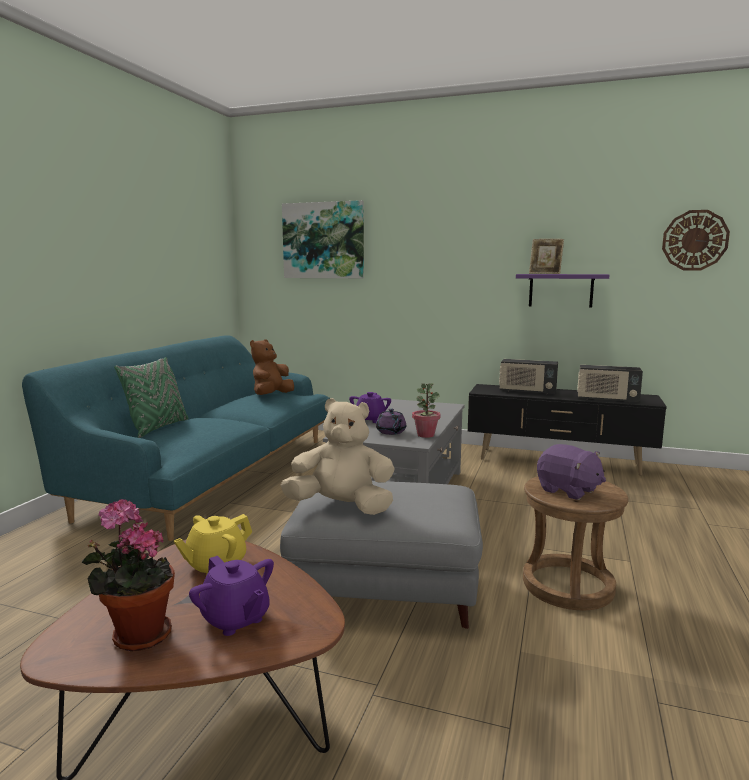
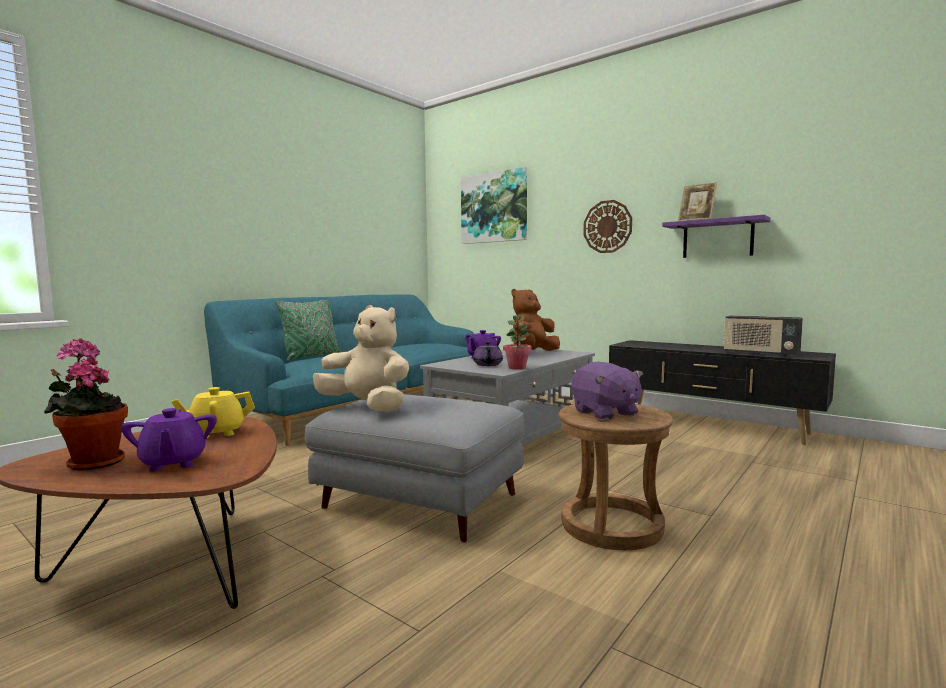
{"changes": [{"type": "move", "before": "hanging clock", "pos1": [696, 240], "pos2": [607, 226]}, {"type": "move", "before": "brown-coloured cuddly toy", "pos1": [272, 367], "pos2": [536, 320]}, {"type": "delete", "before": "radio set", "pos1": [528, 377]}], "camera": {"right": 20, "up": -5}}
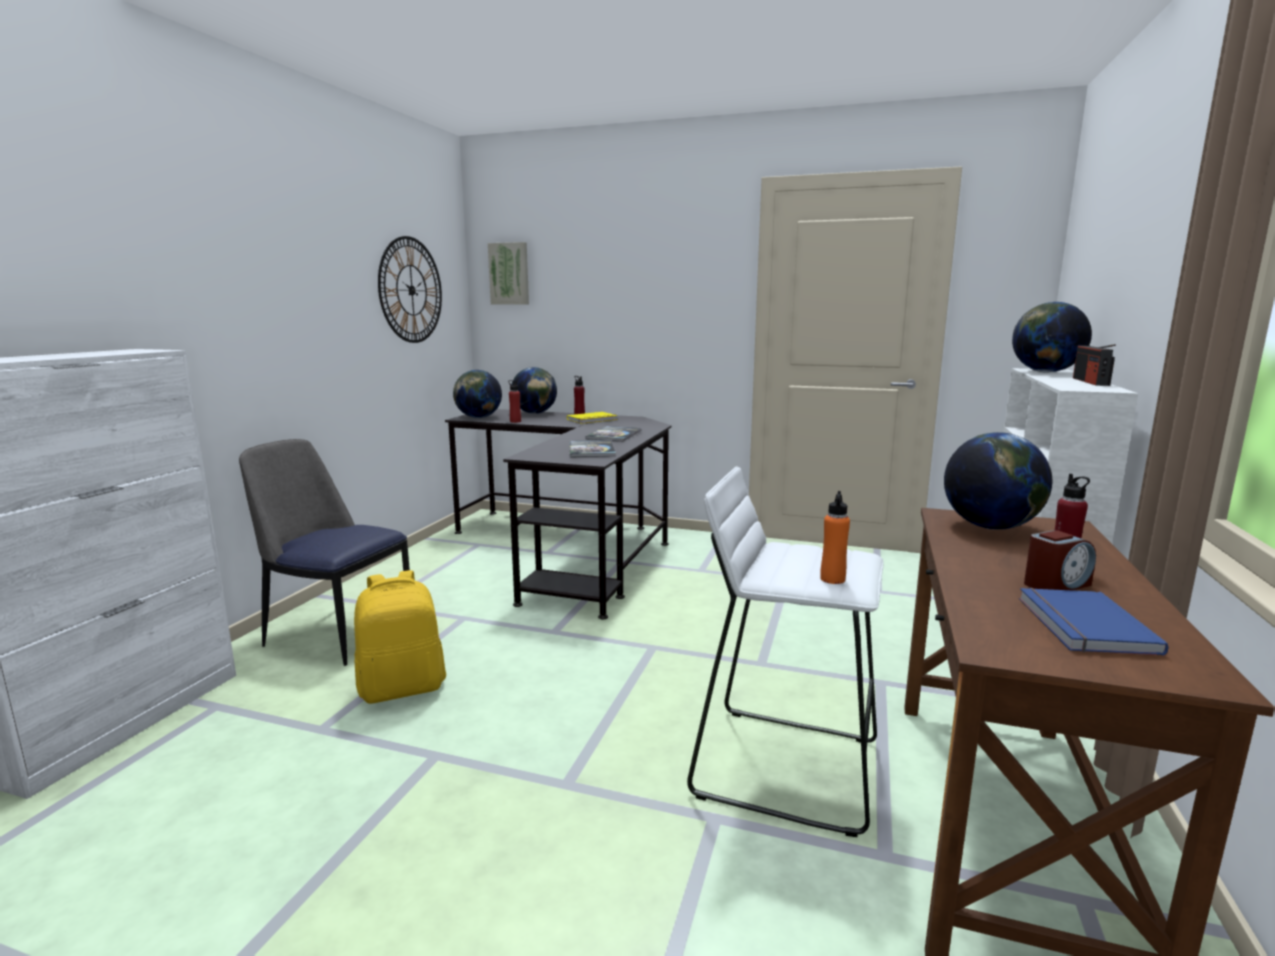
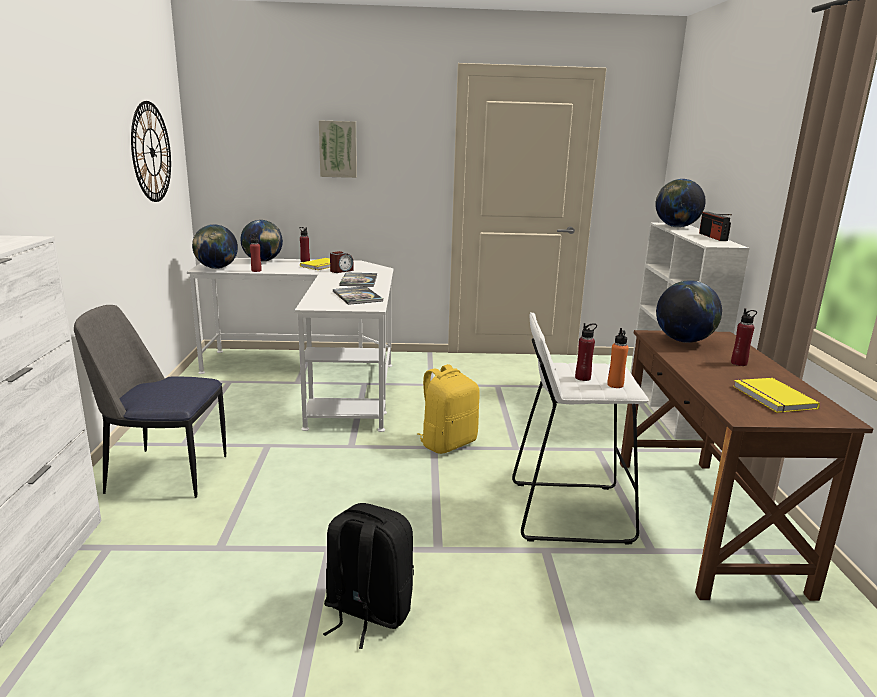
{"changes": [{"type": "move", "before": "wall art", "pos1": [508, 273], "pos2": [338, 149]}, {"type": "recolor", "before": "blackish desk unit", "after": "whitish desk unit", "pos1": [558, 514], "pos2": [290, 345]}, {"type": "move", "before": "bedside clock", "pos1": [1060, 560], "pos2": [342, 262]}, {"type": "move", "before": "yellow-coloured backpack", "pos1": [400, 637], "pos2": [448, 409]}, {"type": "recolor", "before": "blue-coloured volume", "after": "yellow-coloured volume", "pos1": [1094, 622], "pos2": [776, 395]}, {"type": "insert", "after": "red bottle", "pos2": [586, 352]}, {"type": "insert", "after": "blackish backpack", "pos2": [368, 576]}], "camera": {"right": -20, "up": 5}}
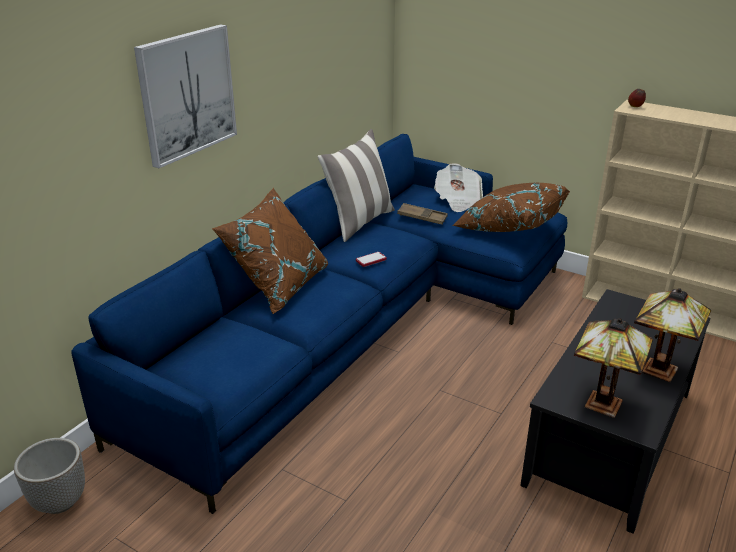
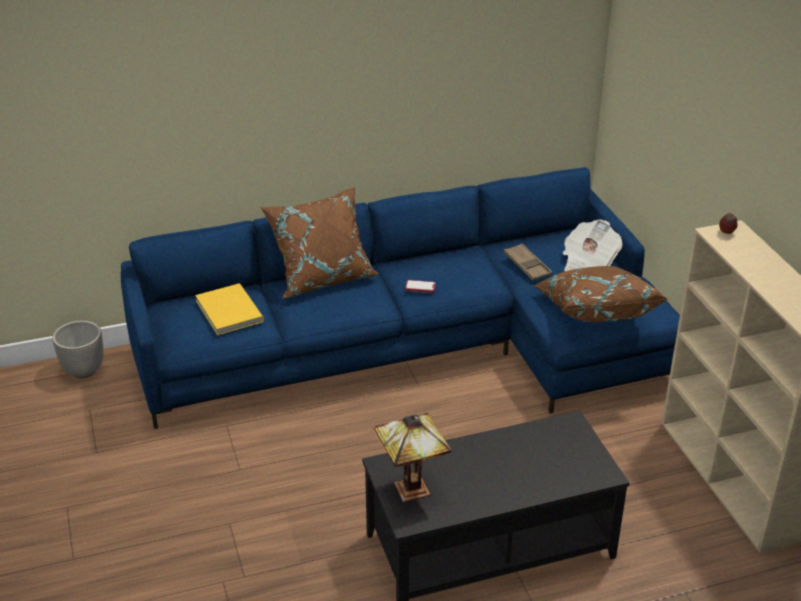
{"changes": [{"type": "delete", "before": "wall art", "pos1": [185, 96]}, {"type": "delete", "before": "pillow", "pos1": [356, 185]}, {"type": "delete", "before": "tabletop lamp", "pos1": [672, 335]}, {"type": "insert", "after": "yellow-coloured volume", "pos2": [229, 309]}], "camera": {"right": 40, "up": 5}}
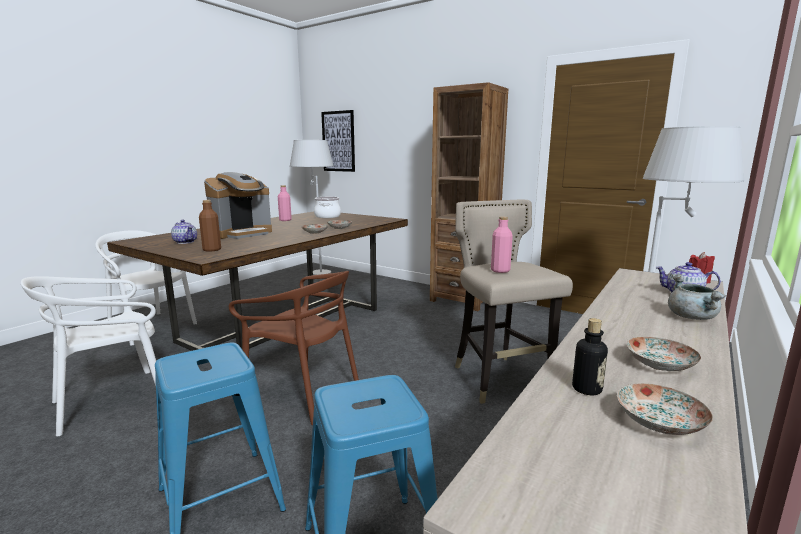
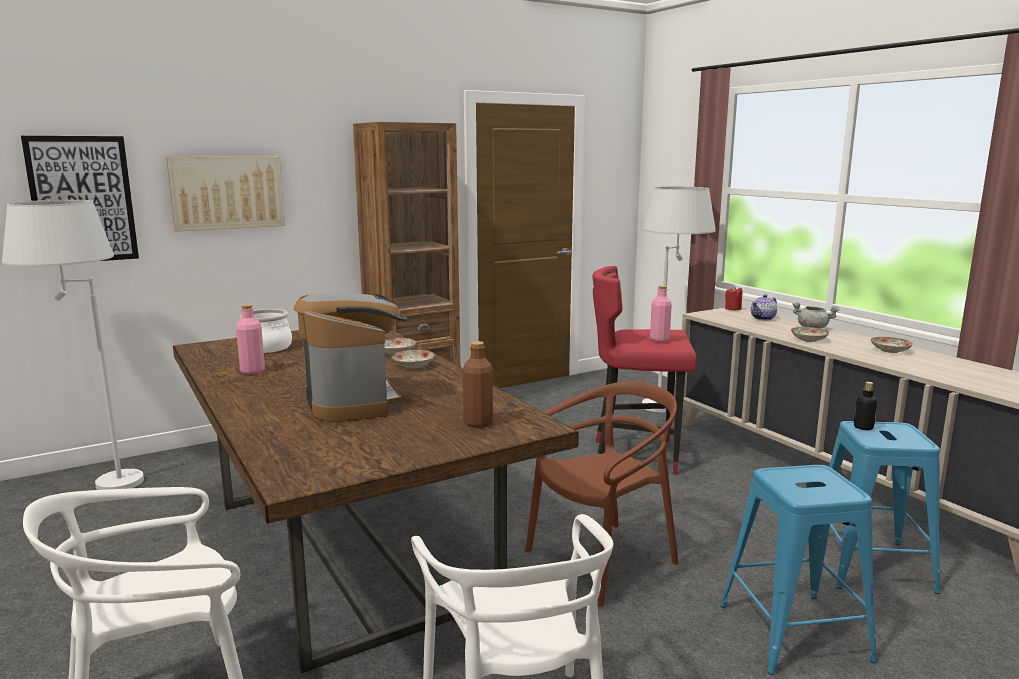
{"changes": [{"type": "recolor", "before": "beige-coloured stool seat", "after": "red stool seat", "pos1": [514, 302], "pos2": [644, 370]}, {"type": "delete", "before": "tea pot", "pos1": [184, 232]}, {"type": "move", "before": "bottle", "pos1": [590, 356], "pos2": [865, 406]}, {"type": "move", "before": "dinner plate", "pos1": [665, 409], "pos2": [810, 334]}, {"type": "insert", "after": "wall art", "pos2": [225, 194]}], "camera": {"right": -65, "up": 0}}
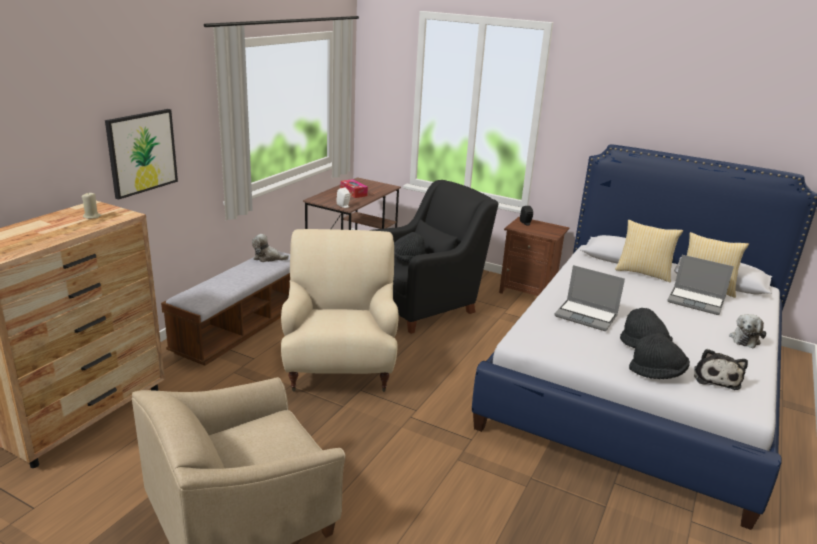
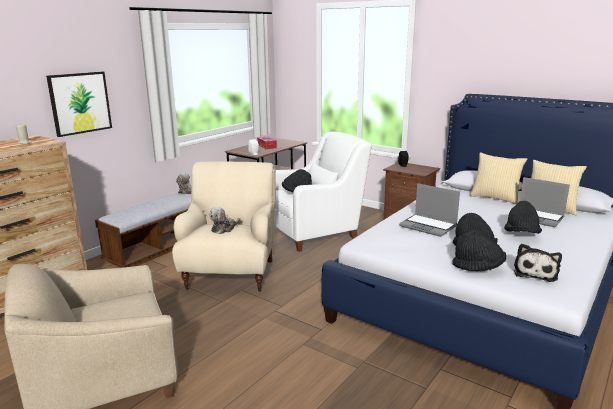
{"changes": [{"type": "recolor", "before": "blackish armchair", "after": "whitish armchair", "pos1": [434, 257], "pos2": [323, 192]}, {"type": "move", "before": "cuddly toy", "pos1": [747, 331], "pos2": [225, 220]}, {"type": "insert", "after": "blackish clothing hat", "pos2": [523, 217]}], "camera": {"right": 10, "up": -5}}
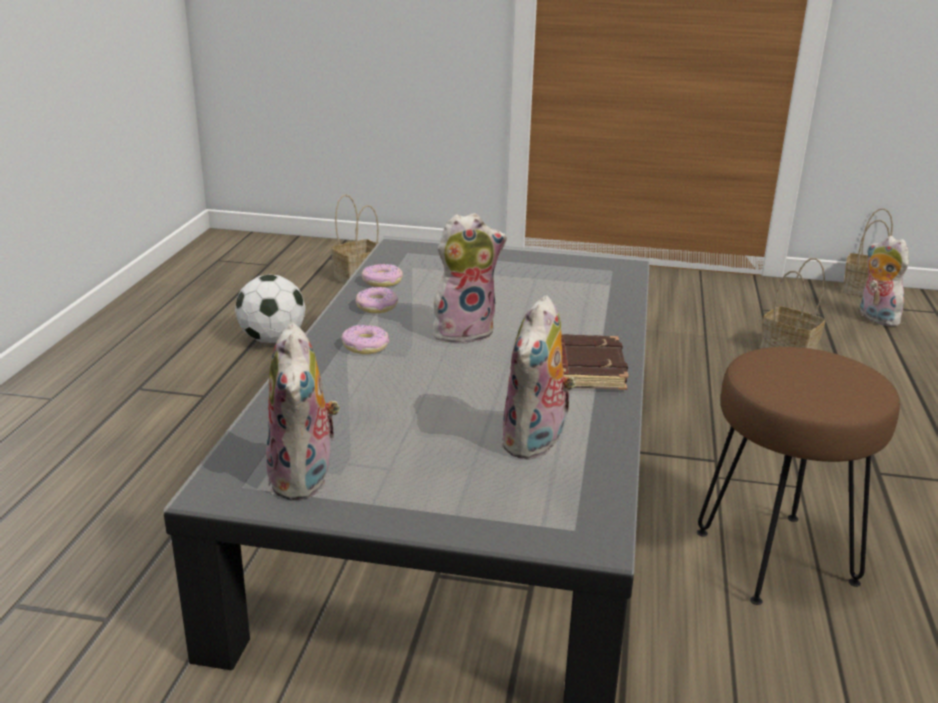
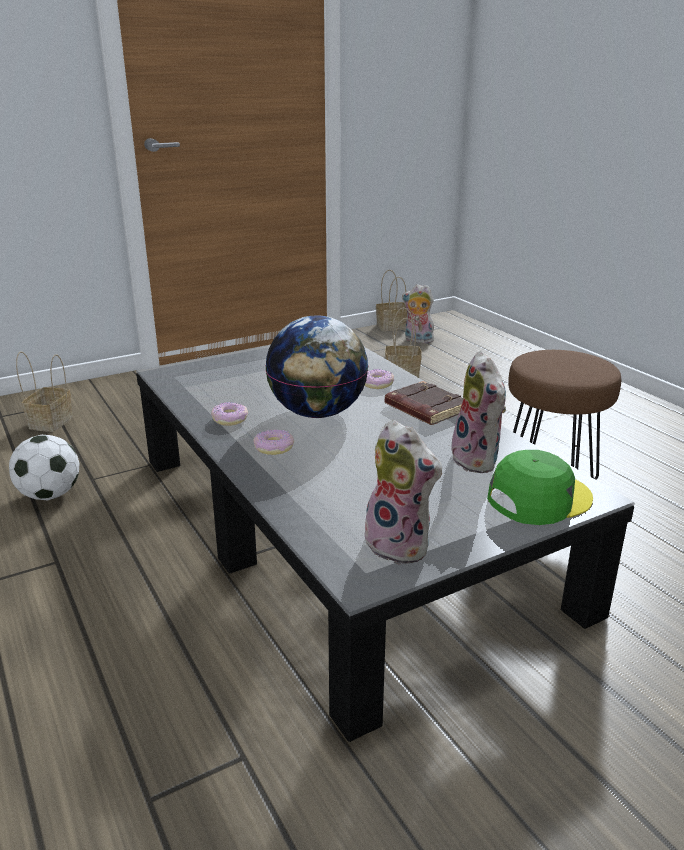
{"changes": [{"type": "replace", "before": "cuddly toy", "after": "world globe", "pos1": [470, 278], "pos2": [317, 367]}, {"type": "move", "before": "donut", "pos1": [382, 275], "pos2": [379, 379]}, {"type": "insert", "after": "green baseball cap", "pos2": [540, 487]}], "camera": {"right": -40, "up": 0}}
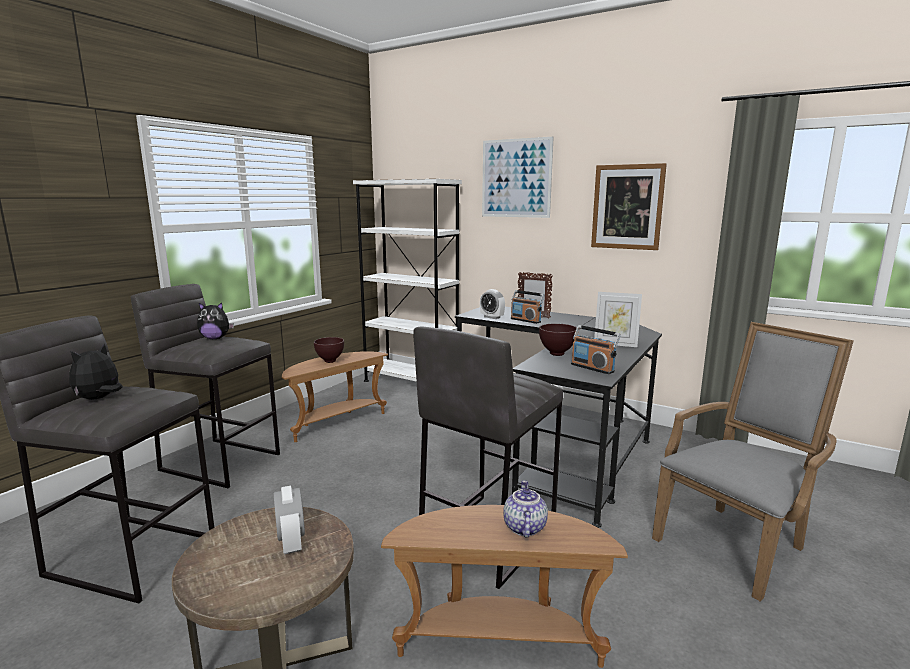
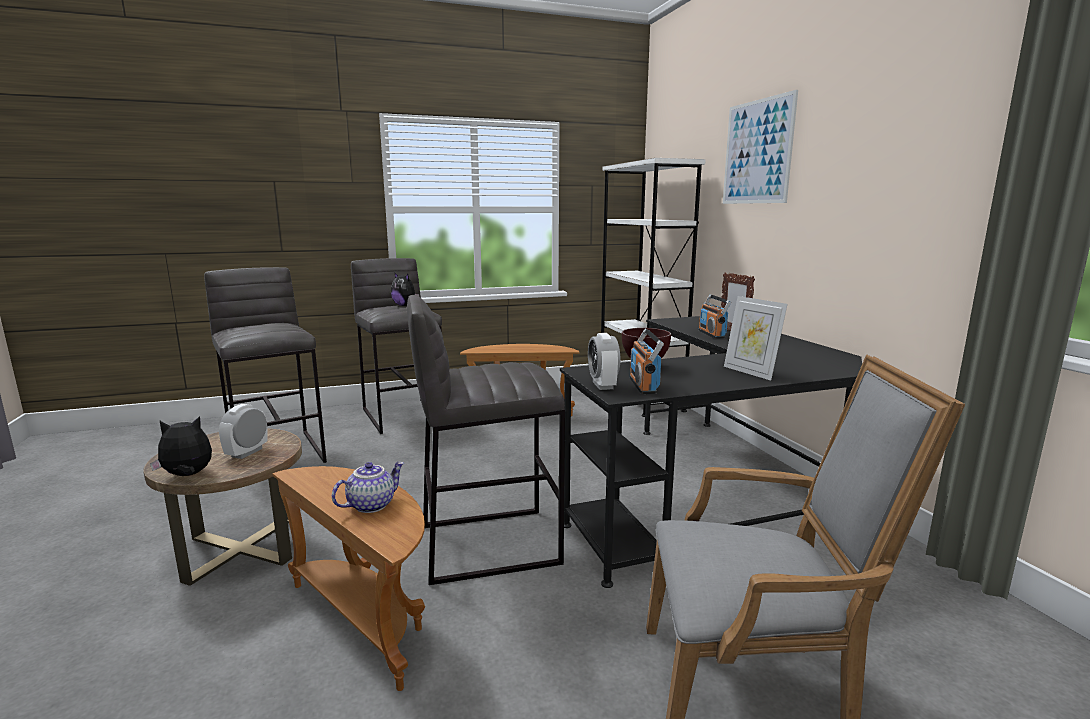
{"changes": [{"type": "delete", "before": "wall art", "pos1": [629, 206]}, {"type": "move", "before": "bedside clock", "pos1": [492, 304], "pos2": [604, 361]}, {"type": "delete", "before": "brown-coloured serving bowl", "pos1": [329, 350]}, {"type": "move", "before": "cuddly toy", "pos1": [96, 371], "pos2": [181, 446]}], "camera": {"right": 40, "up": 0}}
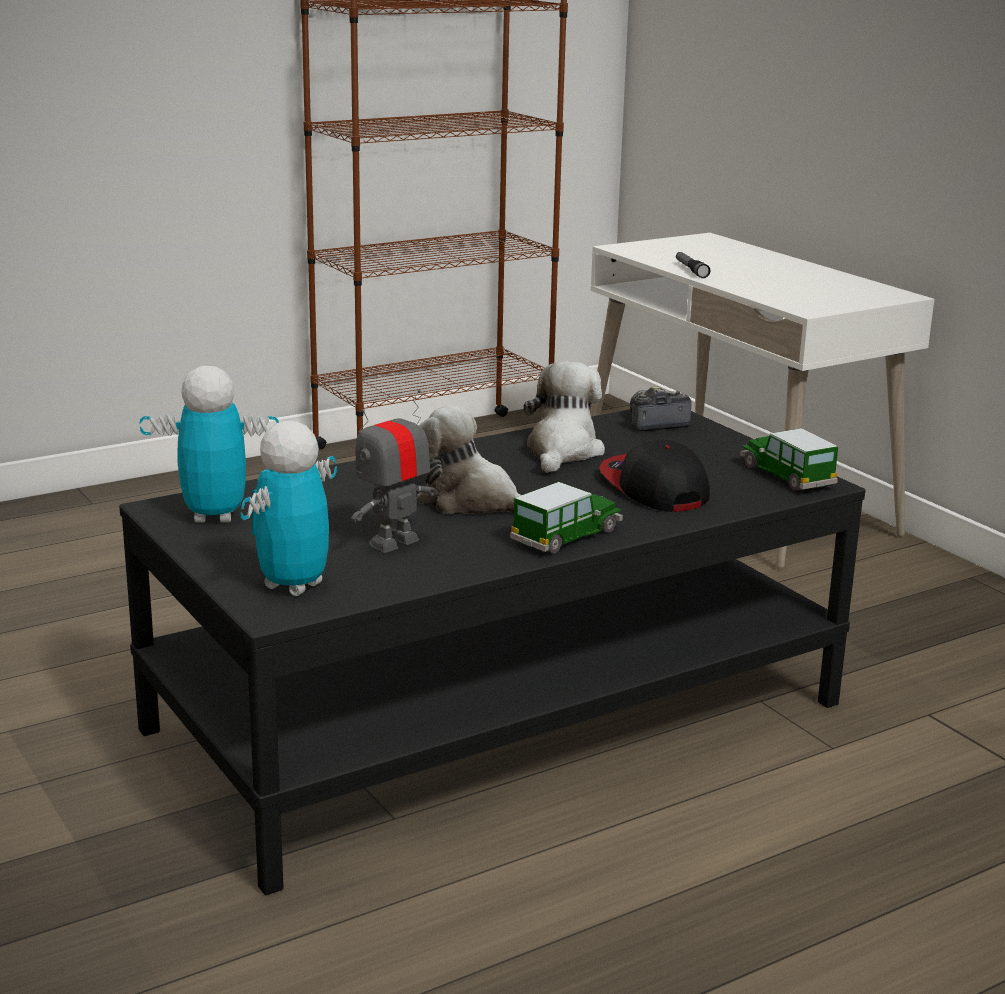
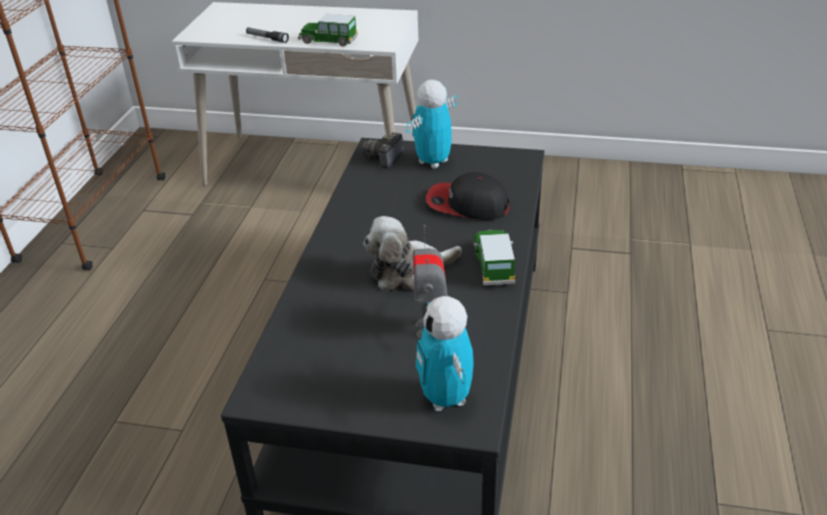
{"changes": [{"type": "delete", "before": "cuddly toy", "pos1": [564, 417]}, {"type": "move", "before": "model robot", "pos1": [209, 444], "pos2": [431, 124]}, {"type": "move", "before": "toy car", "pos1": [789, 459], "pos2": [328, 30]}], "camera": {"right": -45, "up": 15}}
